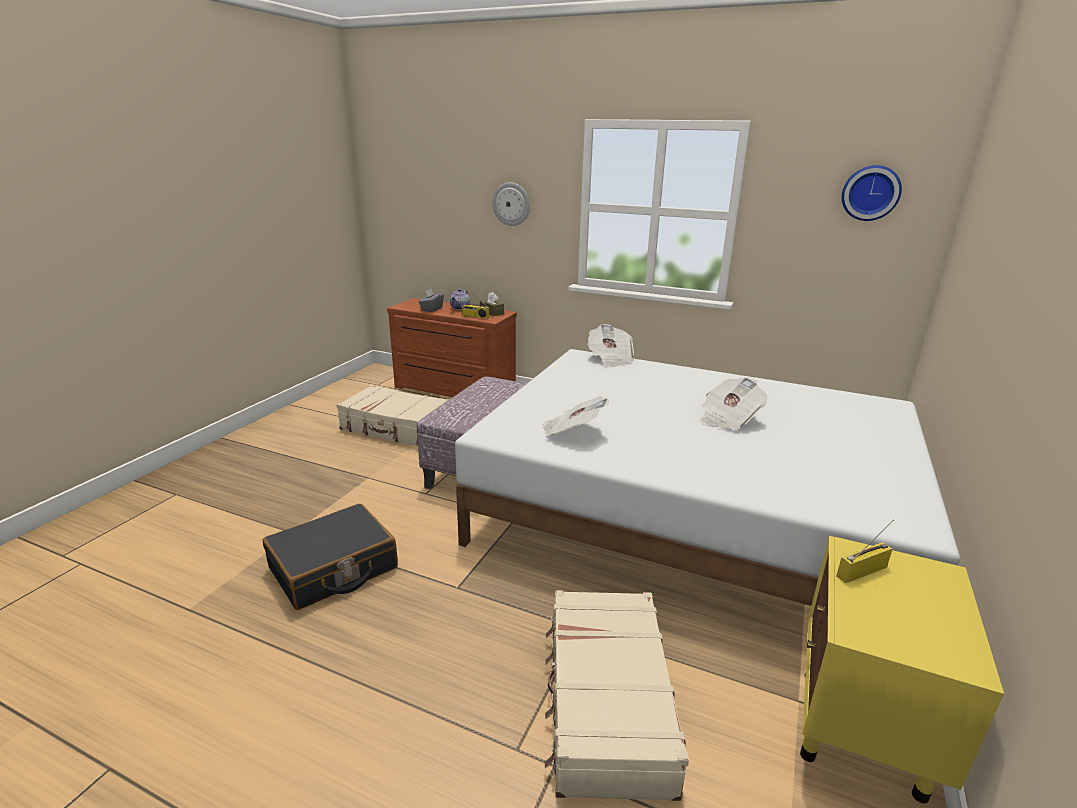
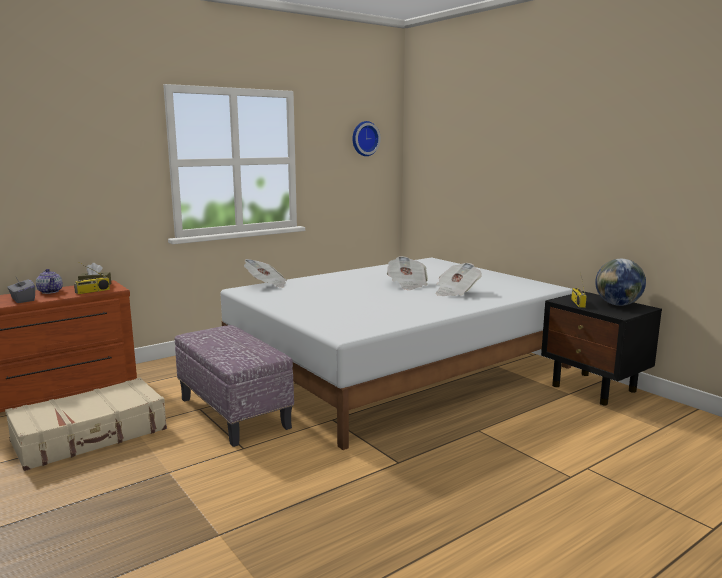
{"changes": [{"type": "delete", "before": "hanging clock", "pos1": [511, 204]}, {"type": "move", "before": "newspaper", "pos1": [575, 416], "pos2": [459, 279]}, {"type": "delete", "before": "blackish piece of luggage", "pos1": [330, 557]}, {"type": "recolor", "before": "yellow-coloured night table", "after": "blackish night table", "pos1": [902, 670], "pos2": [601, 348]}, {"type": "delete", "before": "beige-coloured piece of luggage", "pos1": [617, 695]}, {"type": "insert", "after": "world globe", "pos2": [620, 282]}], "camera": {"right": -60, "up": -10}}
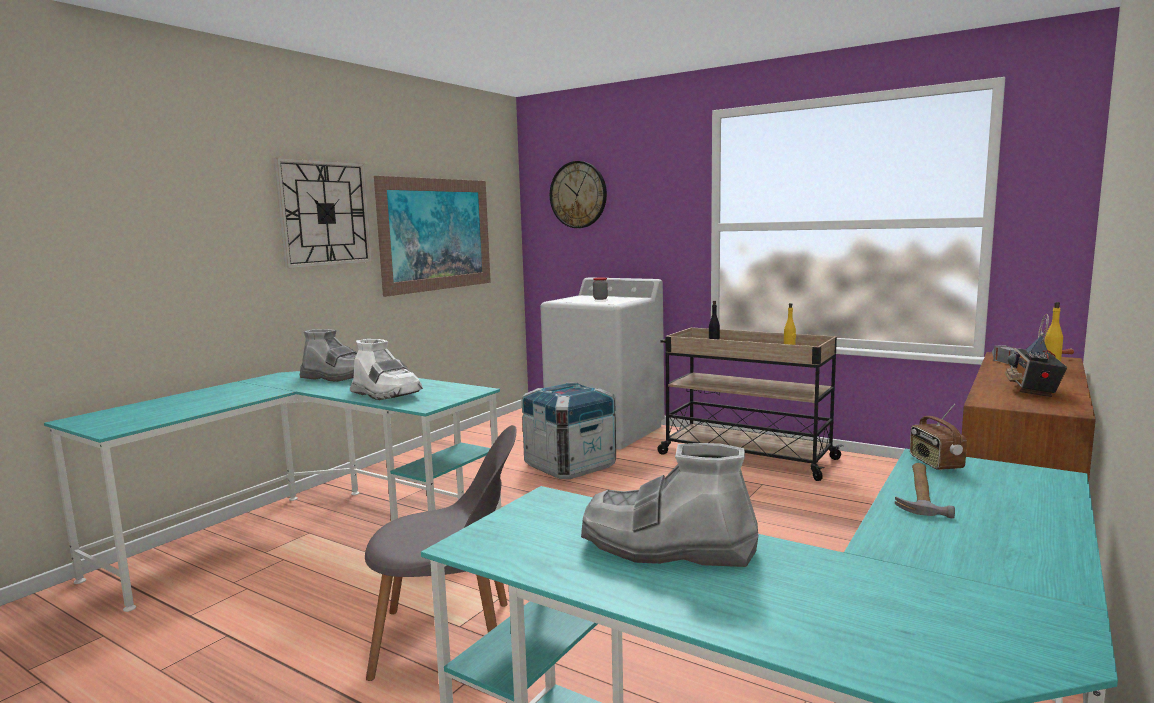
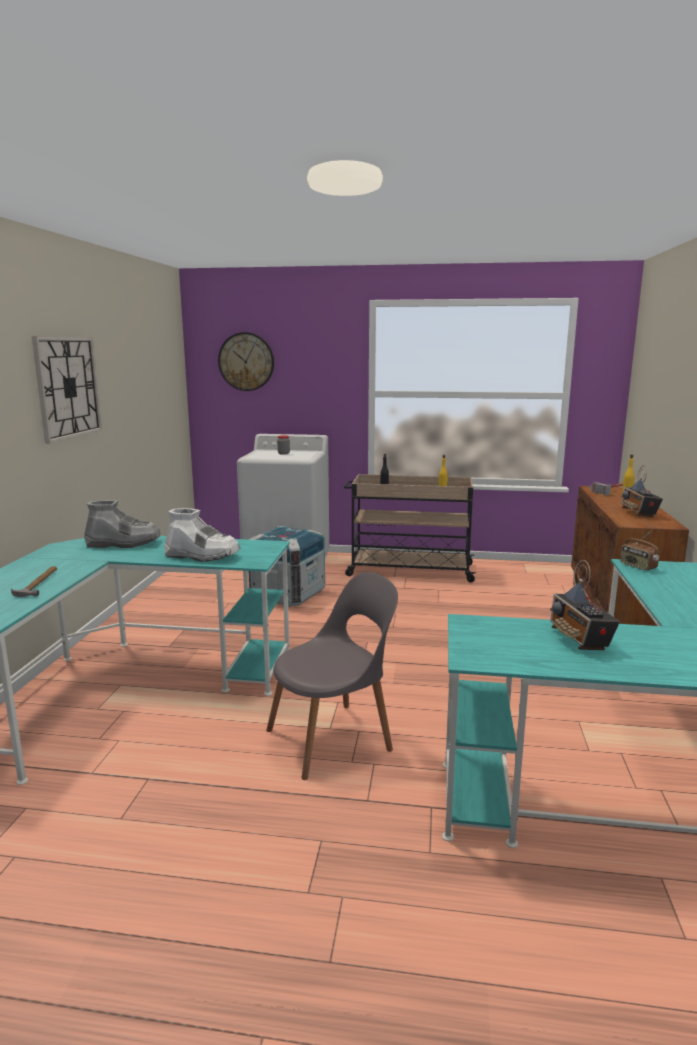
{"changes": [{"type": "delete", "before": "wall art", "pos1": [432, 236]}, {"type": "replace", "before": "gray tall boot", "after": "radio set", "pos1": [669, 505], "pos2": [585, 605]}, {"type": "move", "before": "hand hammer", "pos1": [925, 490], "pos2": [34, 581]}], "camera": {"right": -25, "up": 5}}
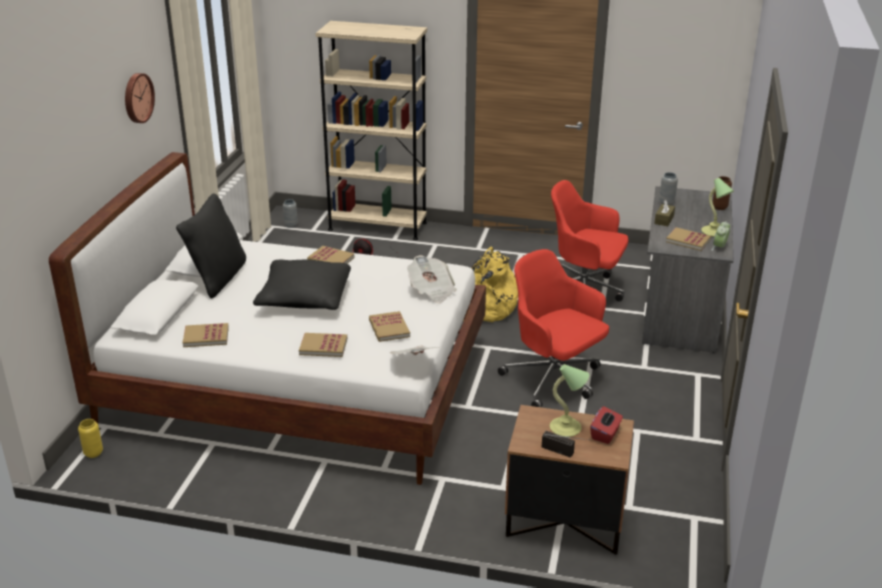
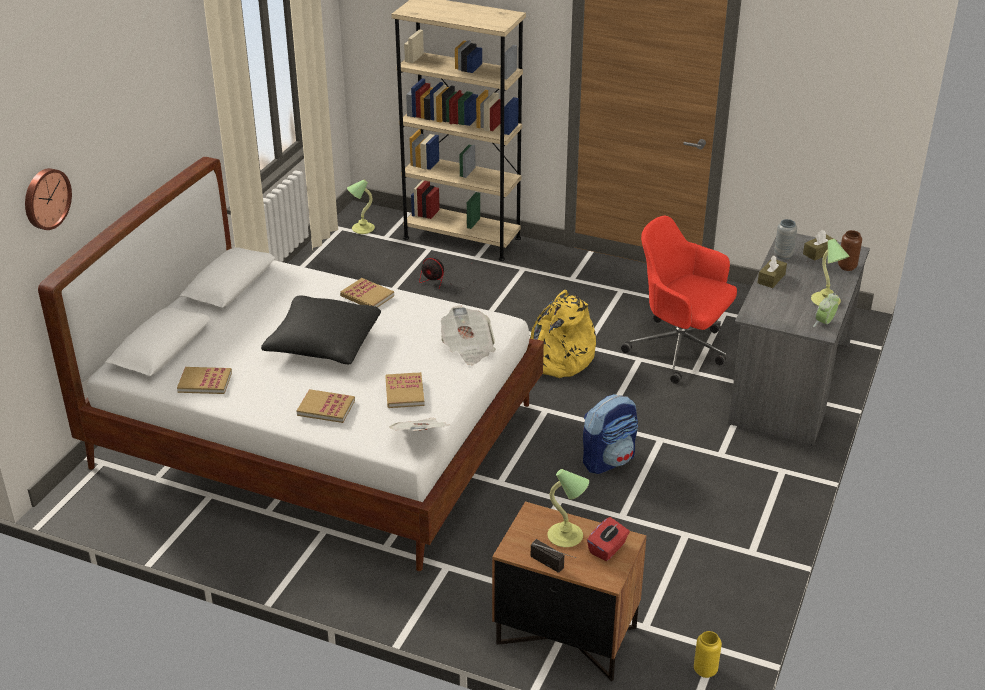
{"changes": [{"type": "move", "before": "hanging clock", "pos1": [140, 98], "pos2": [48, 199]}, {"type": "delete", "before": "blackish pillow", "pos1": [211, 246]}, {"type": "replace", "before": "gray decorative vase", "after": "tabletop lamp", "pos1": [290, 213], "pos2": [361, 207]}, {"type": "delete", "before": "volume", "pos1": [688, 239]}, {"type": "replace", "before": "red computer chair", "after": "backpack", "pos1": [553, 328], "pos2": [610, 434]}, {"type": "move", "before": "yellow-coloured decorative vase", "pos1": [90, 438], "pos2": [708, 654]}, {"type": "insert", "after": "brown-coloured box of tissues", "pos2": [820, 245]}], "camera": {"right": 10, "up": 5}}
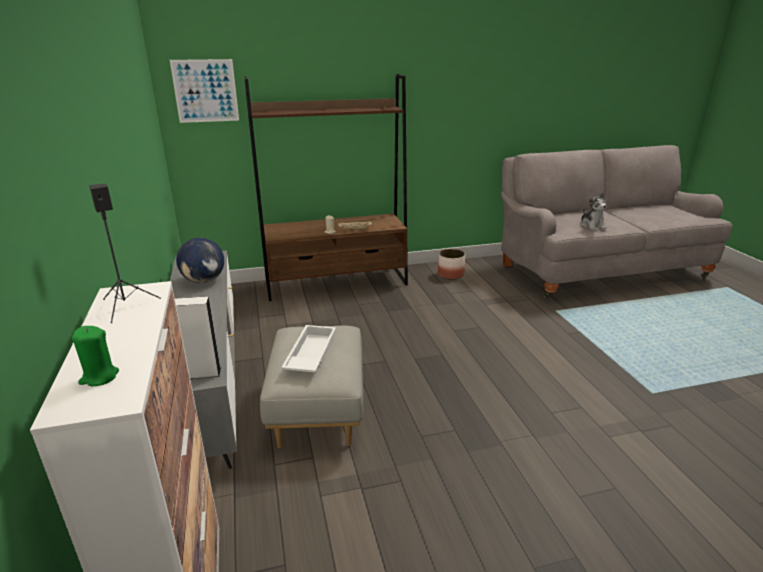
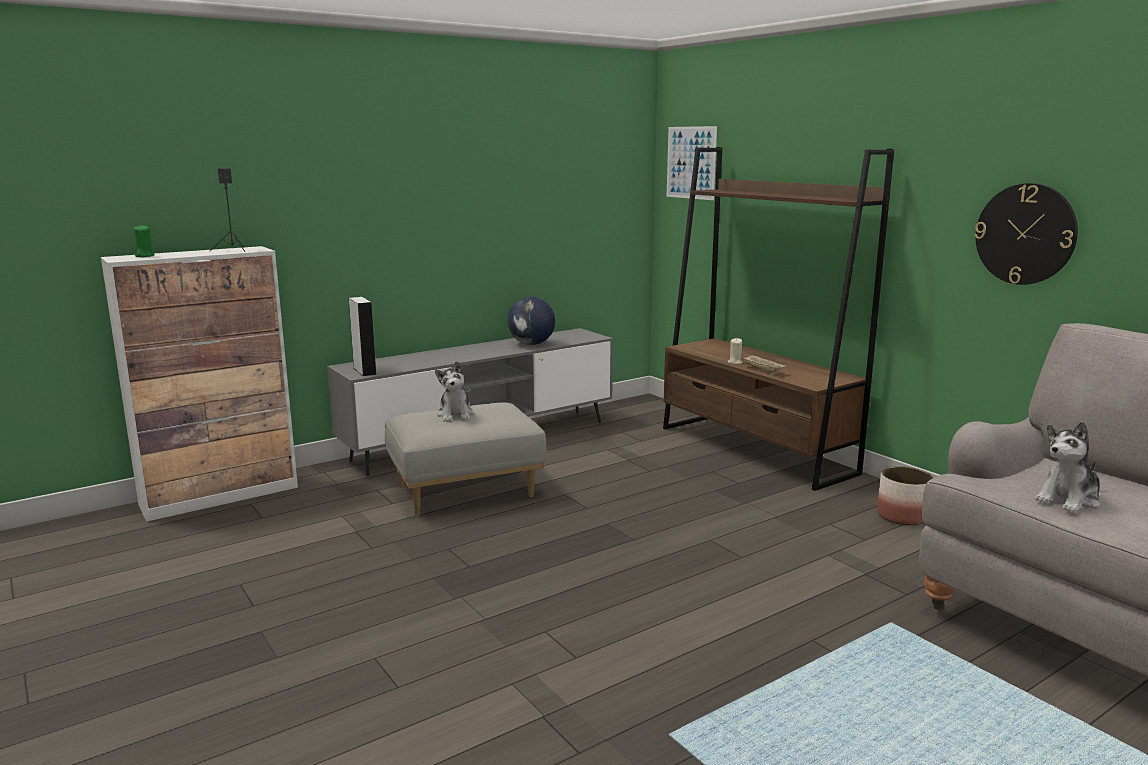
{"changes": [{"type": "replace", "before": "whitish serving tray", "after": "cuddly toy", "pos1": [308, 348], "pos2": [454, 391]}, {"type": "insert", "after": "hanging clock", "pos2": [1026, 234]}], "camera": {"right": 70, "up": -10}}
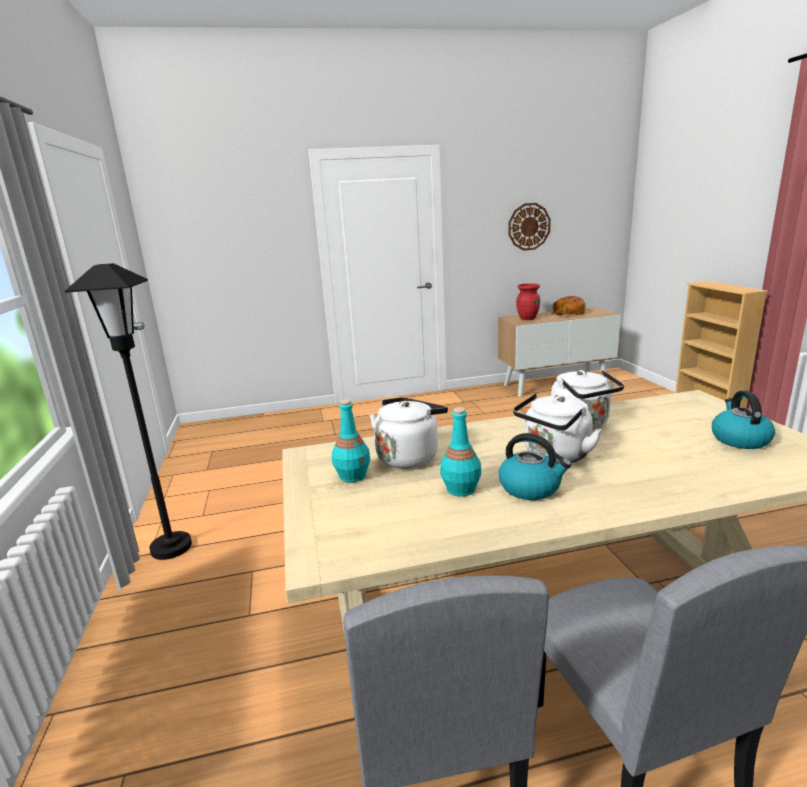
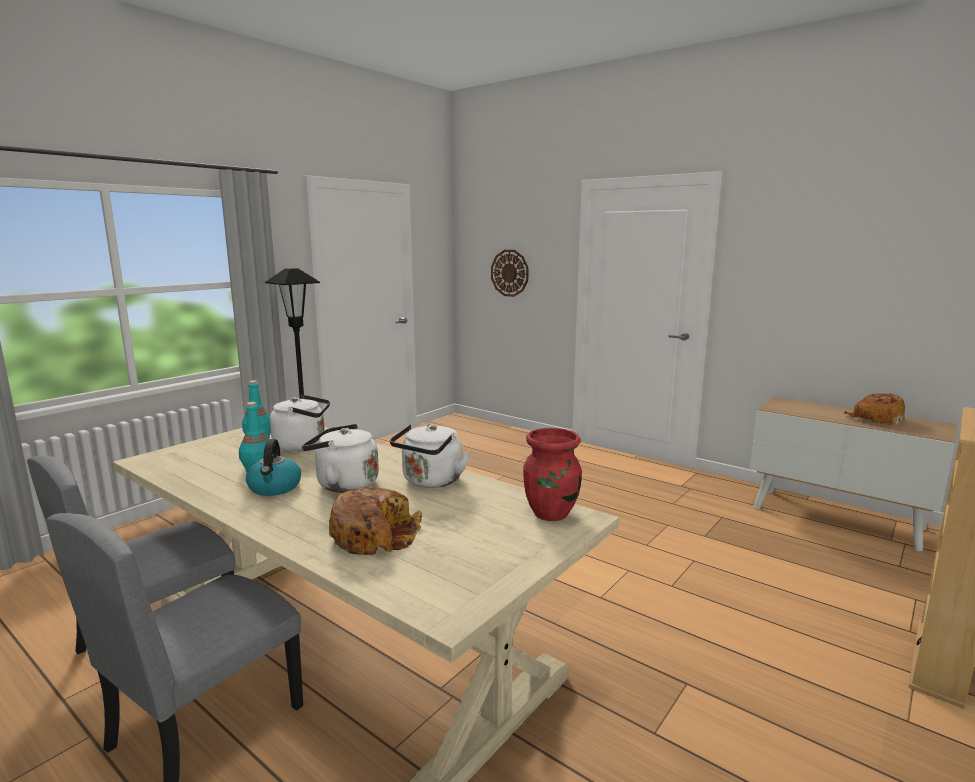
{"changes": [{"type": "move", "before": "hanging clock", "pos1": [529, 227], "pos2": [510, 273]}, {"type": "move", "before": "red decorative vase", "pos1": [528, 301], "pos2": [552, 474]}, {"type": "delete", "before": "kettle", "pos1": [743, 420]}, {"type": "insert", "after": "bread", "pos2": [375, 521]}], "camera": {"right": 50, "up": -5}}
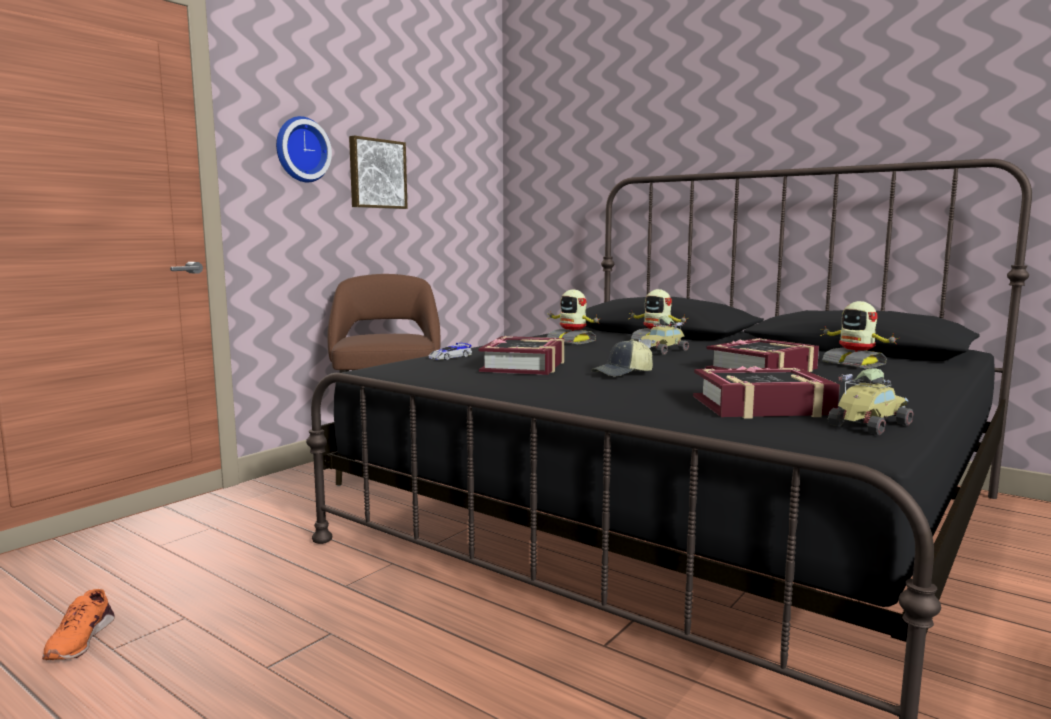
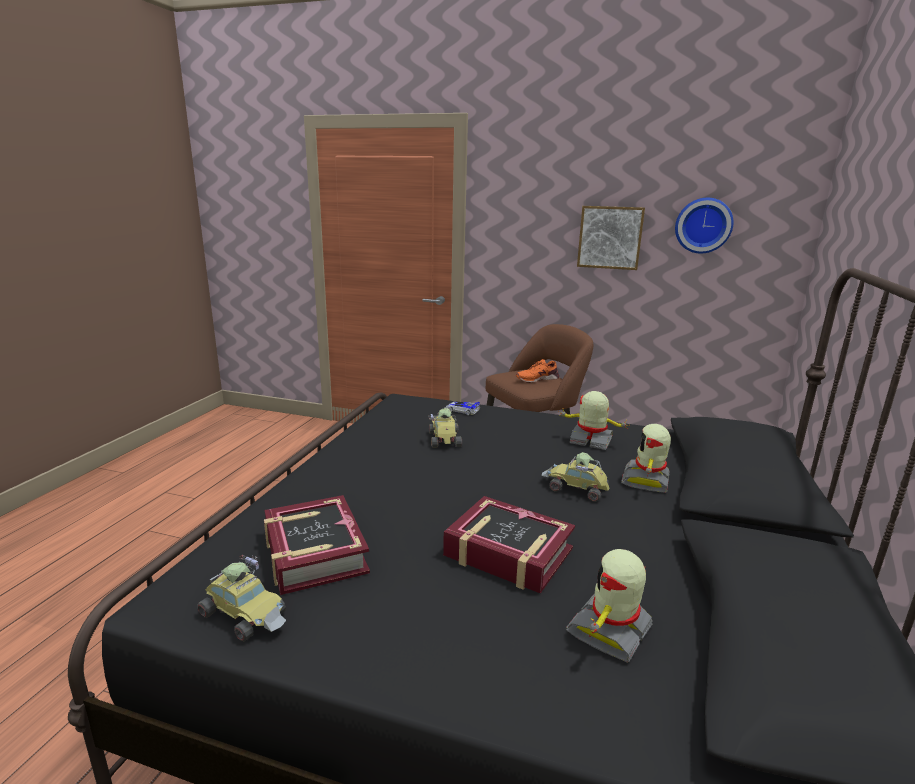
{"changes": [{"type": "move", "before": "hanging clock", "pos1": [304, 149], "pos2": [704, 226]}, {"type": "rotate", "before": "model robot", "pos1": [573, 316], "pos2": [594, 420], "turn": 90}, {"type": "replace", "before": "volume", "after": "toy car", "pos1": [521, 355], "pos2": [445, 428]}, {"type": "delete", "before": "baseball cap", "pos1": [622, 358]}, {"type": "move", "before": "orange-coloured item of footwear", "pos1": [78, 624], "pos2": [537, 371]}], "camera": {"right": 70, "up": 10}}
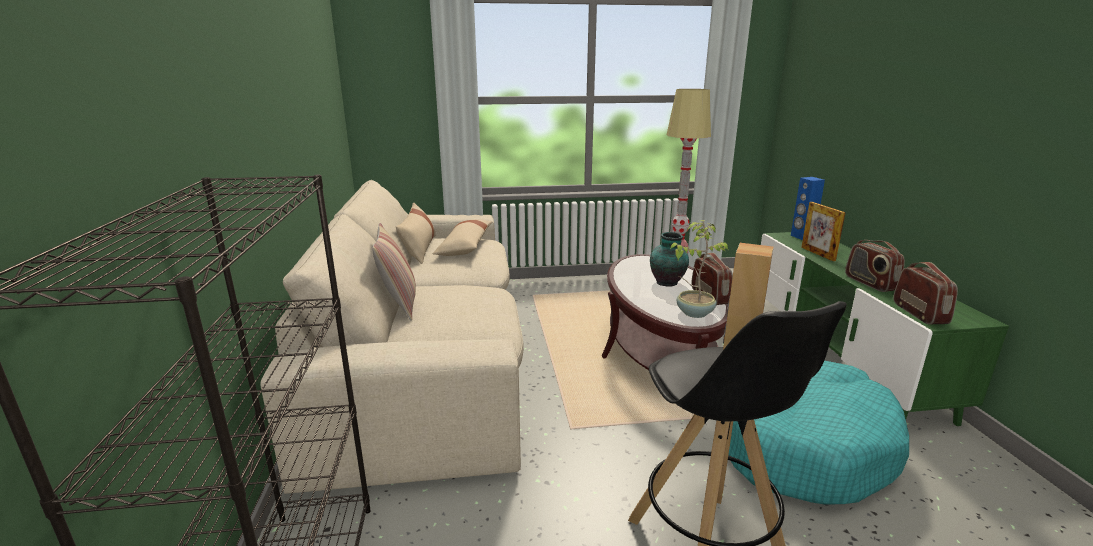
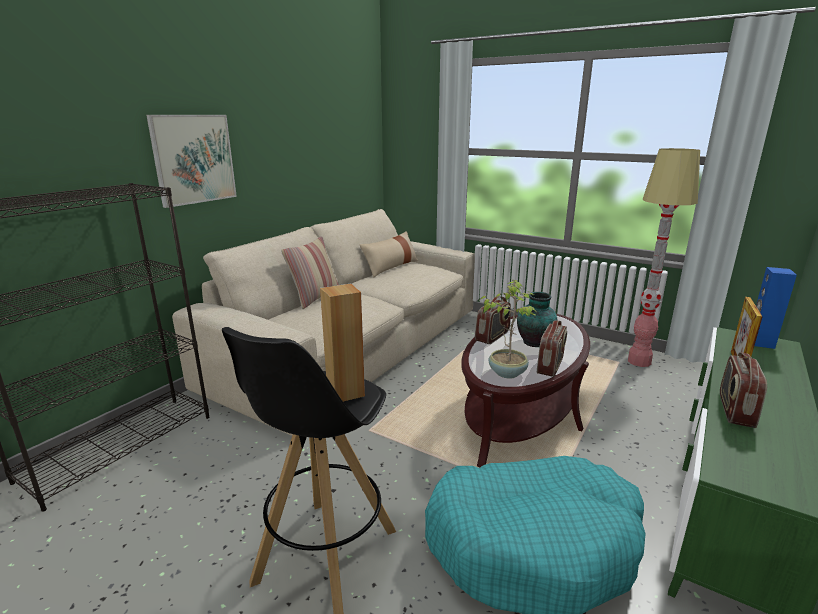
{"changes": [{"type": "delete", "before": "beige-coloured pillow", "pos1": [463, 237]}, {"type": "move", "before": "radio set", "pos1": [925, 293], "pos2": [493, 320]}, {"type": "insert", "after": "wall art", "pos2": [191, 161]}], "camera": {"right": 40, "up": 0}}
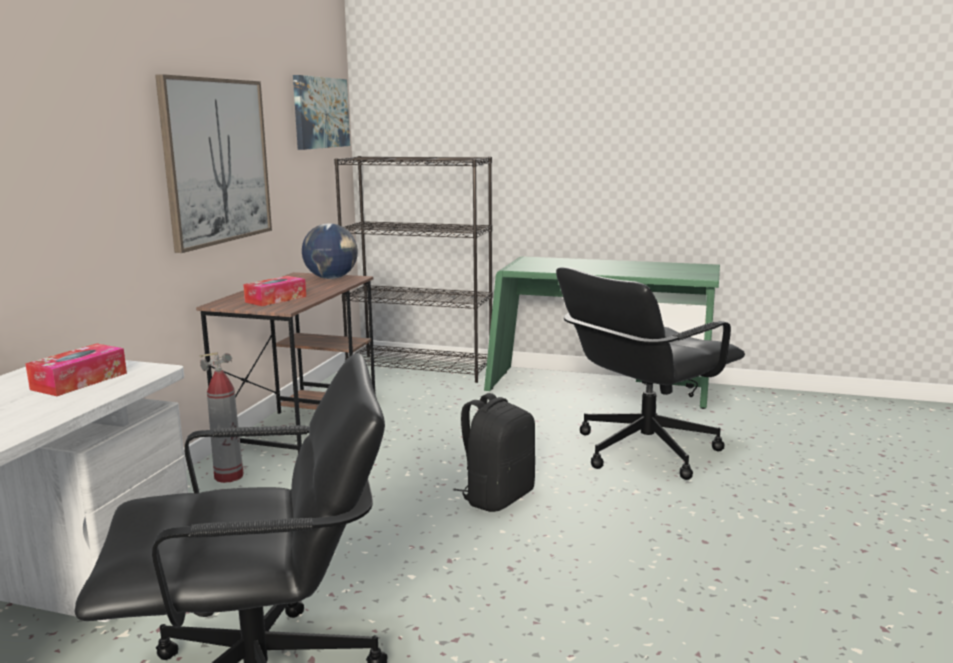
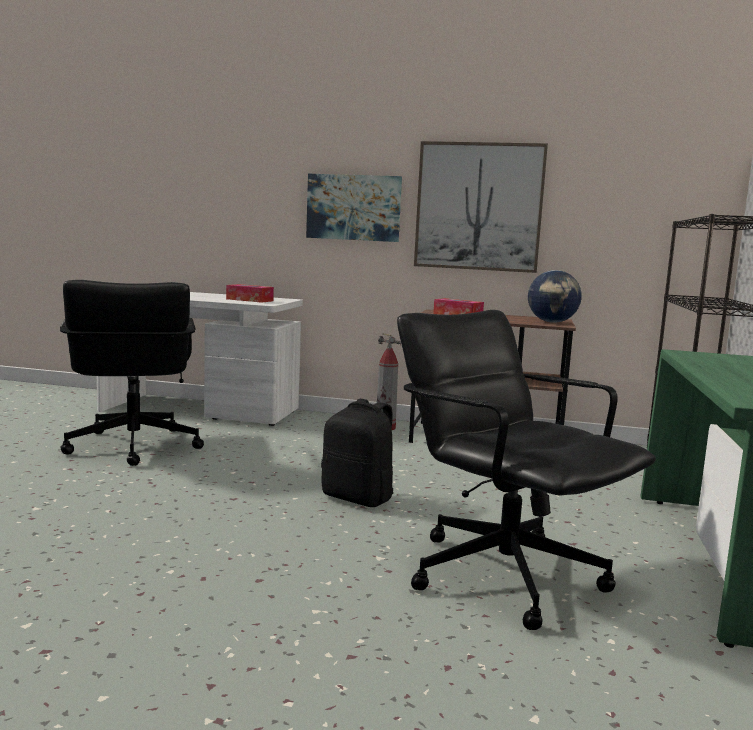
{"changes": [{"type": "move", "before": "wall art", "pos1": [321, 112], "pos2": [354, 208]}], "camera": {"right": 85, "up": -5}}
